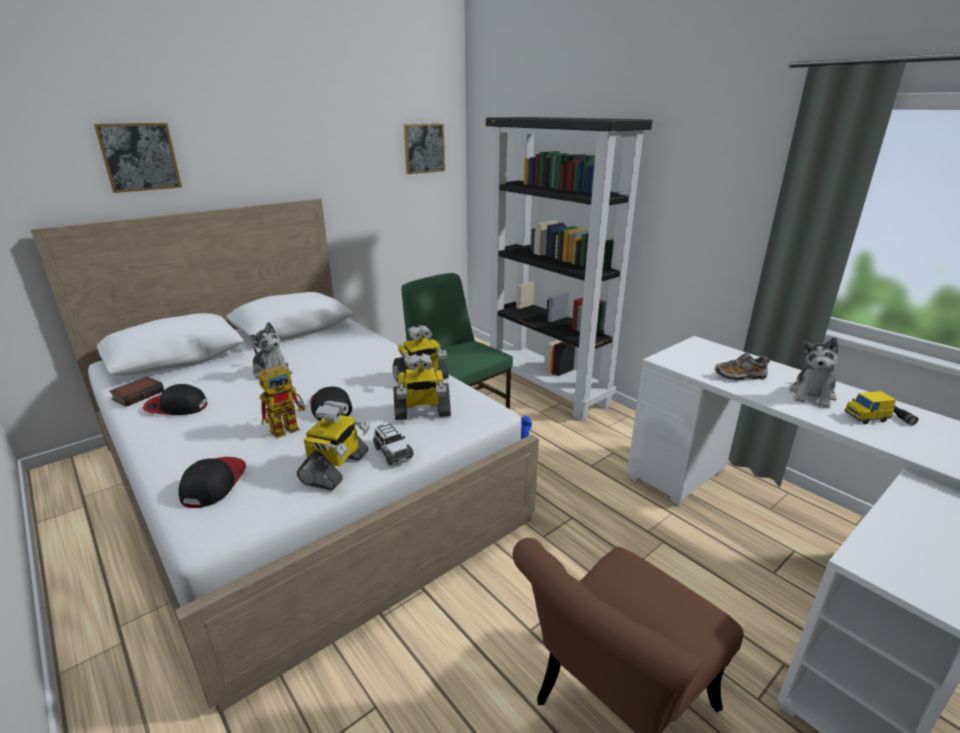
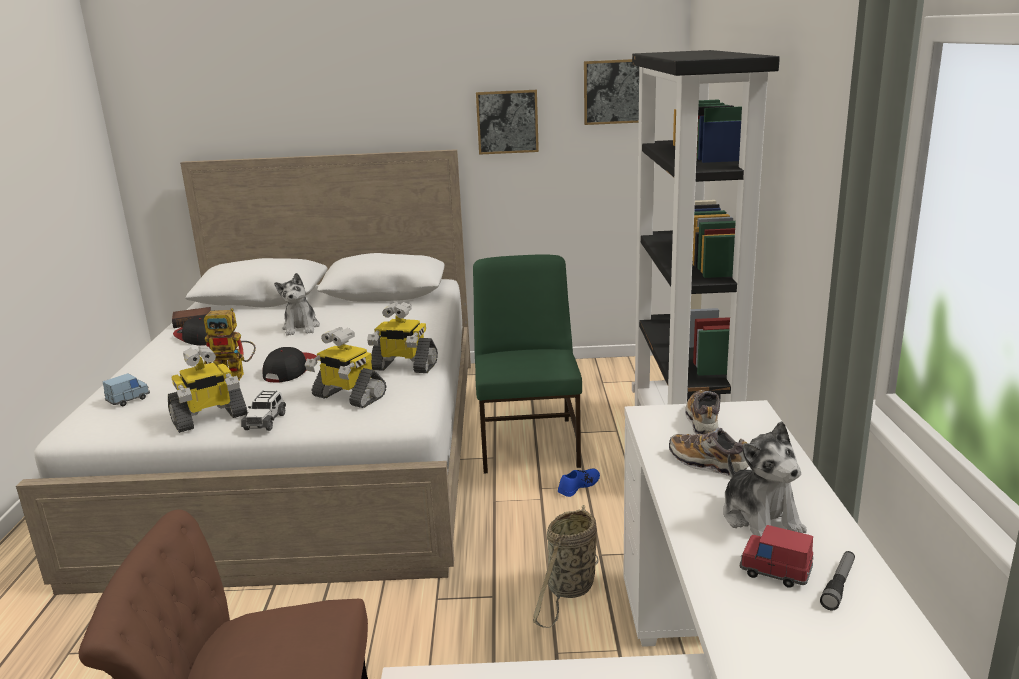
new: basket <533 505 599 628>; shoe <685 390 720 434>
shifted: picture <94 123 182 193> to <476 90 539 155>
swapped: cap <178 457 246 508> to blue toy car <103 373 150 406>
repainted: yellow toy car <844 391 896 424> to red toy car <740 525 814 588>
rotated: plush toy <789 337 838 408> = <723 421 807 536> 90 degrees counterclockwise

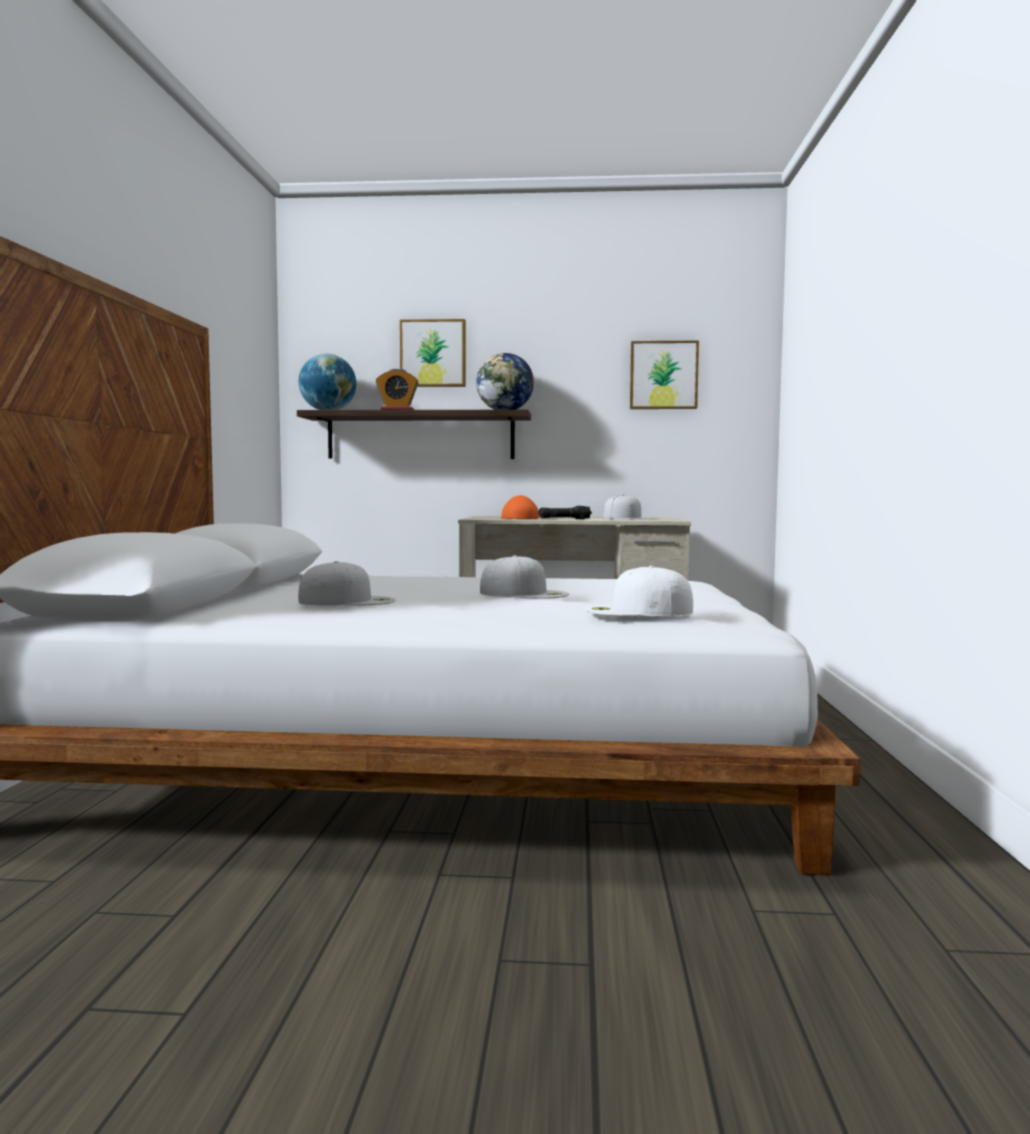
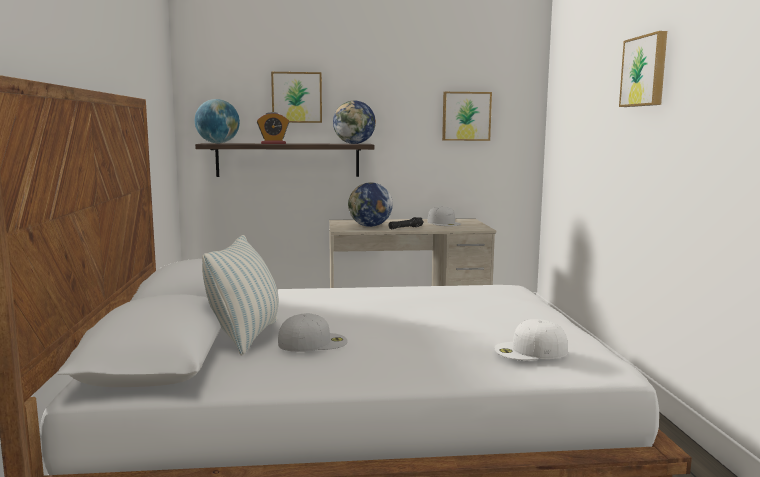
gone: white cap <480 555 569 599>
new: pillow <202 235 279 356>; picture <619 31 667 107>
swapped: orange cap <501 495 539 519> to globe <348 182 393 227>

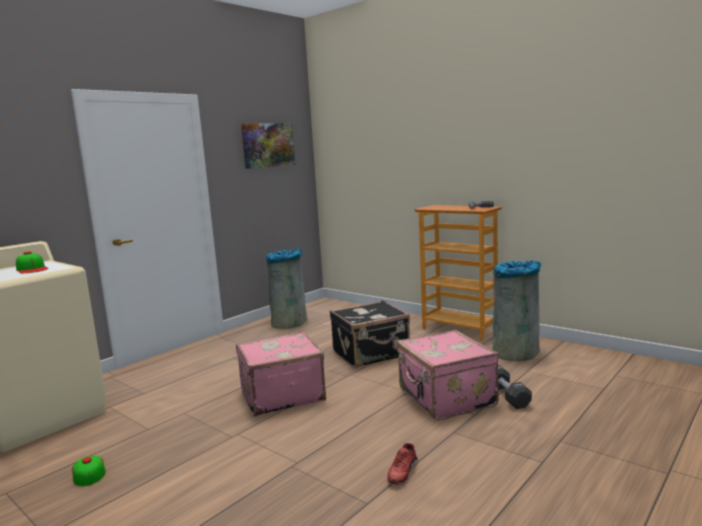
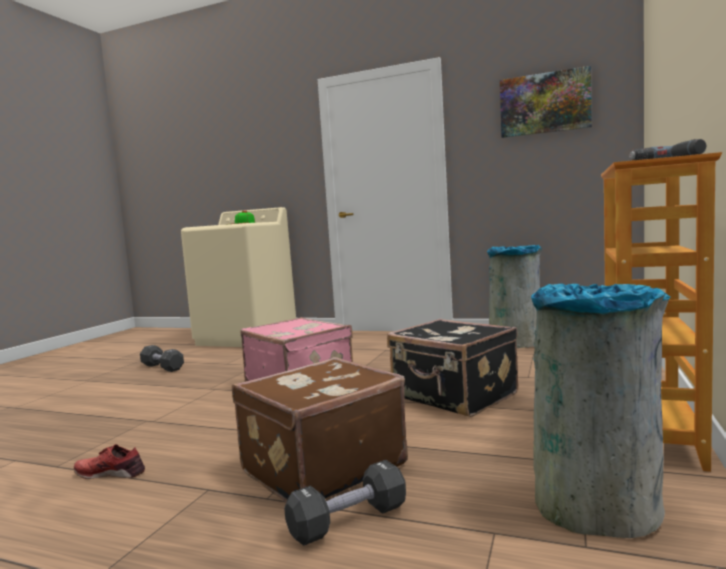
swapped: cap <72 456 106 486> to black dumbbell <140 345 184 372>
repainted: pink suitcase <397 330 499 420> to brown suitcase <232 357 408 502>

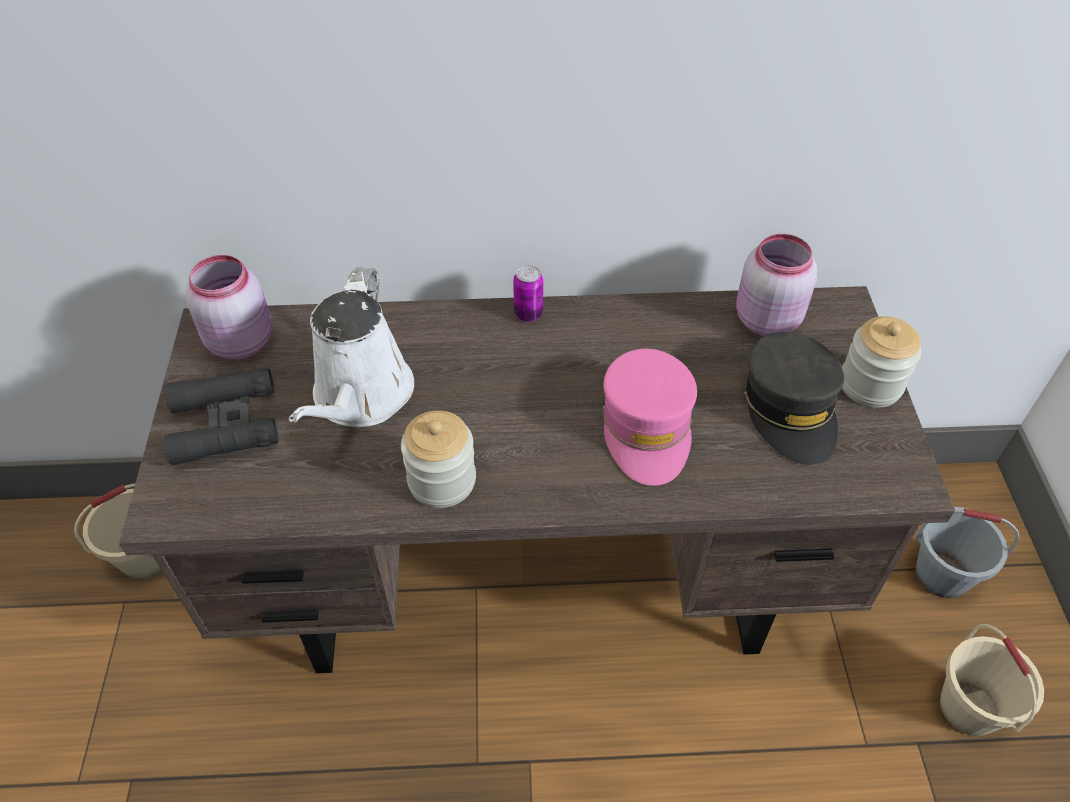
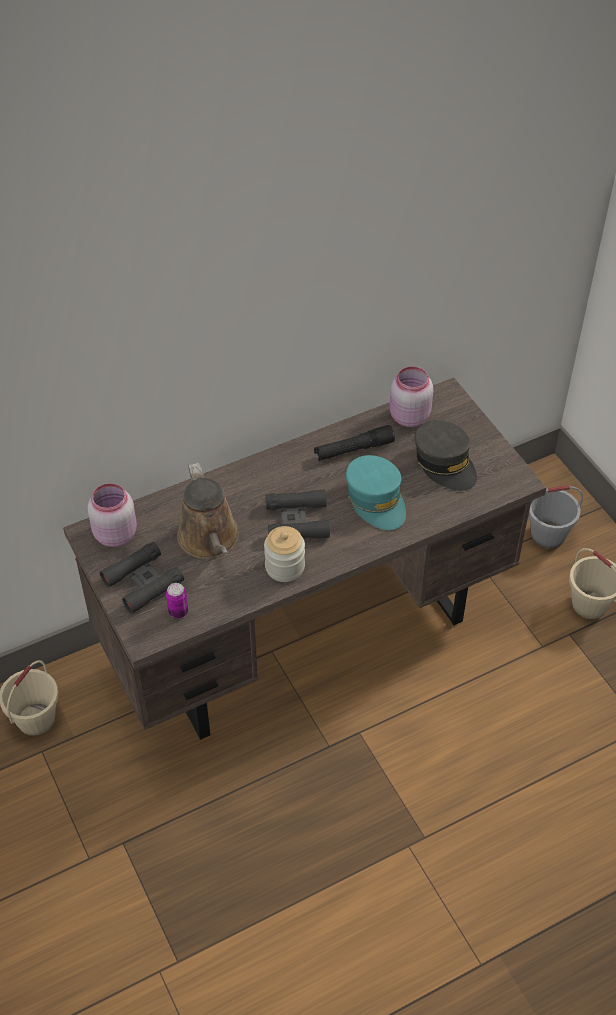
gone: jar <842 316 921 408>
new: black binoculars <266 489 330 538>; black flashlight <314 425 395 461>
shifted: can <513 265 543 322> to <166 583 188 618>
repainted: white watering can <289 267 414 427> to brown watering can <177 463 239 559>; pink cap <603 349 697 486> to turquoise cap <346 455 406 530>

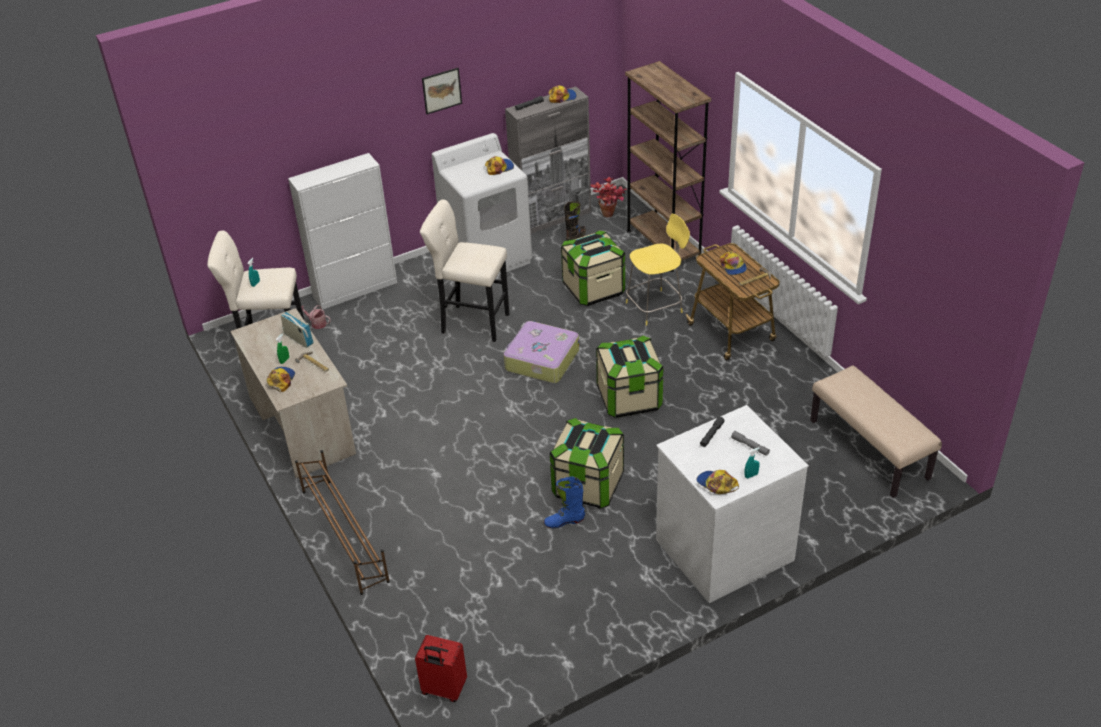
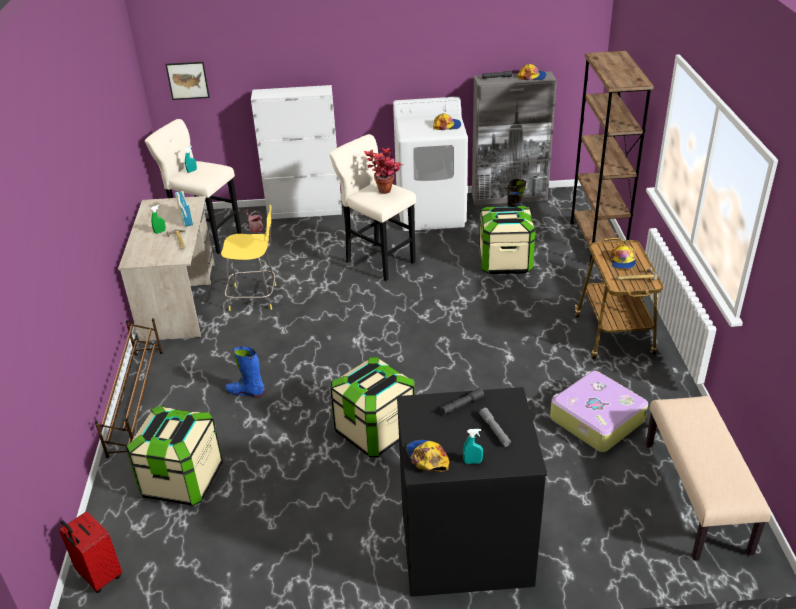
gone: cap <267 367 295 392>
shifted: picture <422 68 462 114> to <165 62 210 100>; suitcase <503 321 579 383> to <550 371 648 452>; blue boot <544 477 585 528> to <225 346 265 397>; potted plant <590 177 627 217> to <364 148 403 194>; storage box <596 336 664 418> to <126 406 223 506>; yellow stool <626 213 690 326> to <221 205 276 311>
repainted: white dresser <656 405 809 603> to black dresser <397 387 548 597>

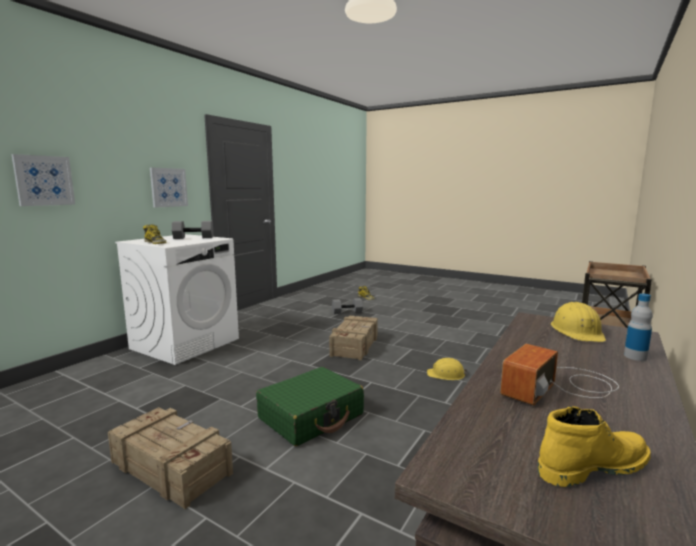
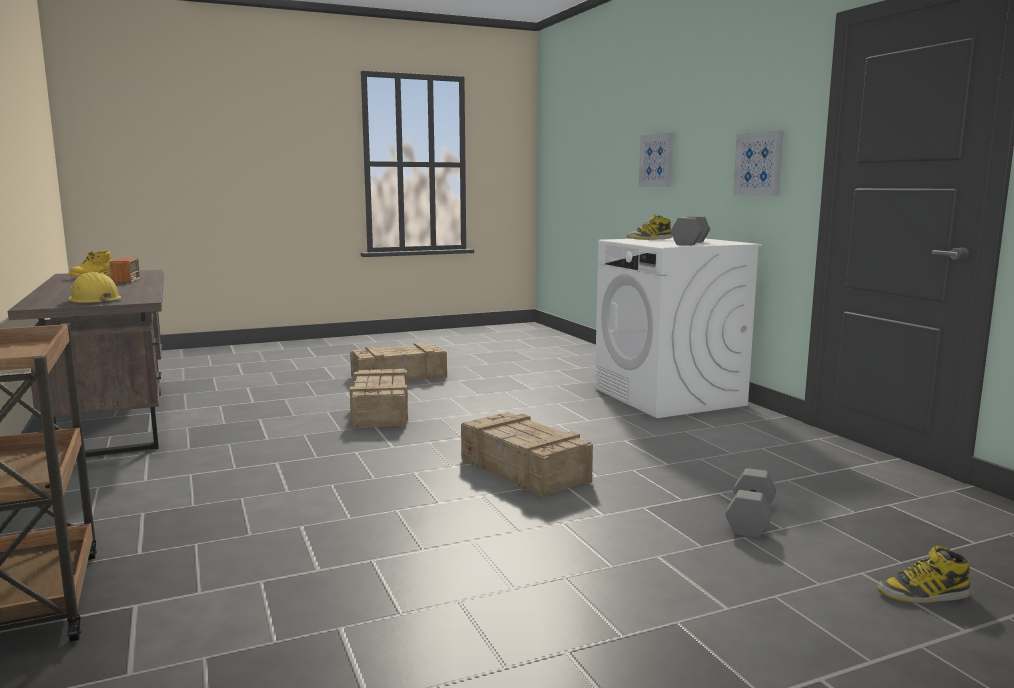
gone: yellow hard hat <427 358 467 380>; bottle <624 293 653 361>
swapped: green suitcase <256 367 364 446> to crate <350 369 408 429>

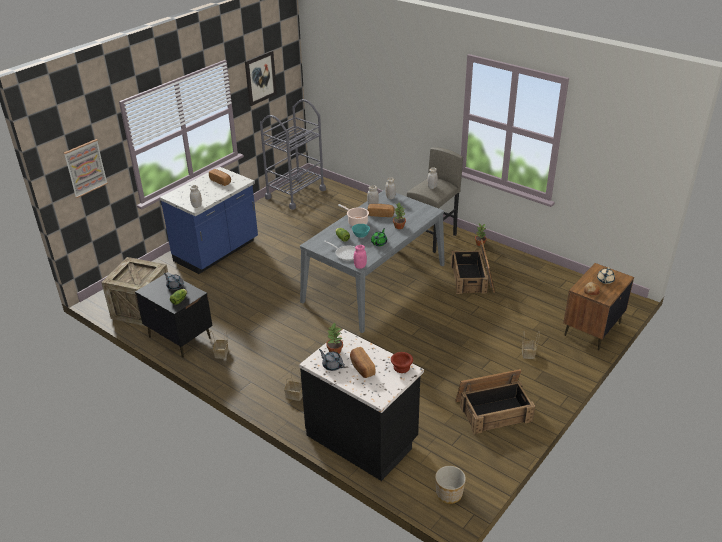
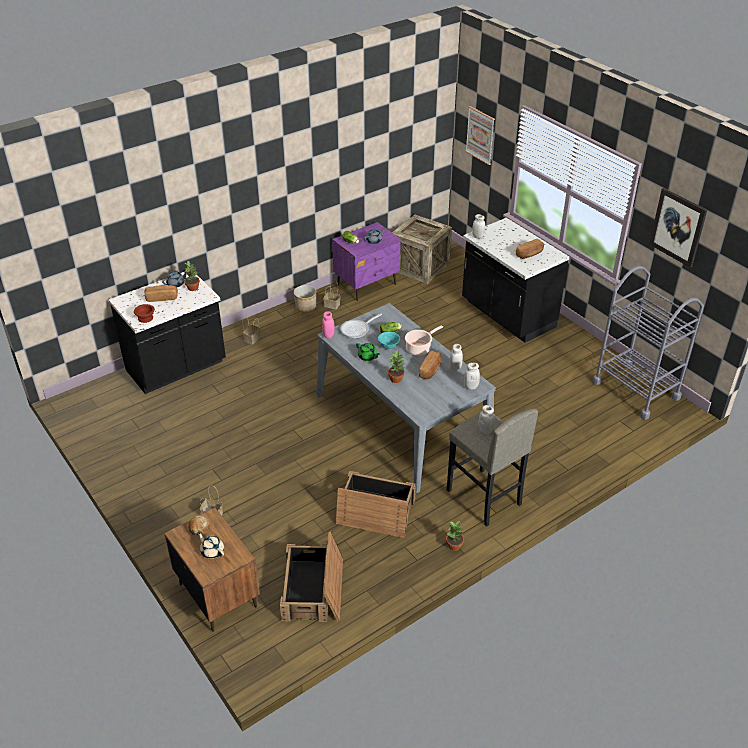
shifted: planter <435 466 466 504> to <294 285 317 313>; crate <455 369 536 434> to <280 531 343 622>
repainted: black nightstand <135 272 213 358> to purple nightstand <332 222 401 301>; blue counter <160 167 258 274> to black counter <462 218 569 343>

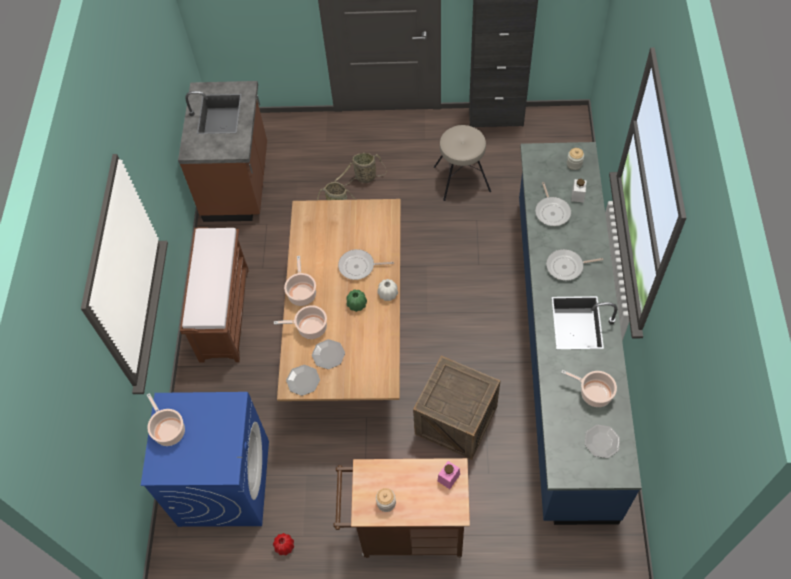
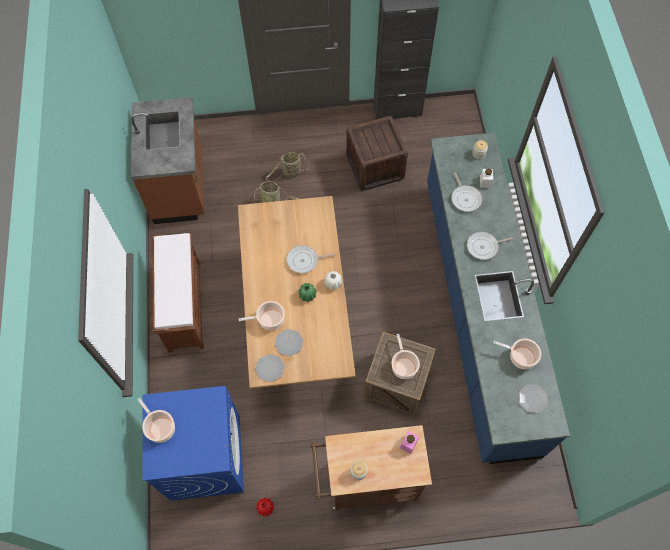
shifted: cooking pot <284 256 316 306> to <391 334 420 379>
swapped: beige stool <434 125 491 201> to crate <346 116 408 191>

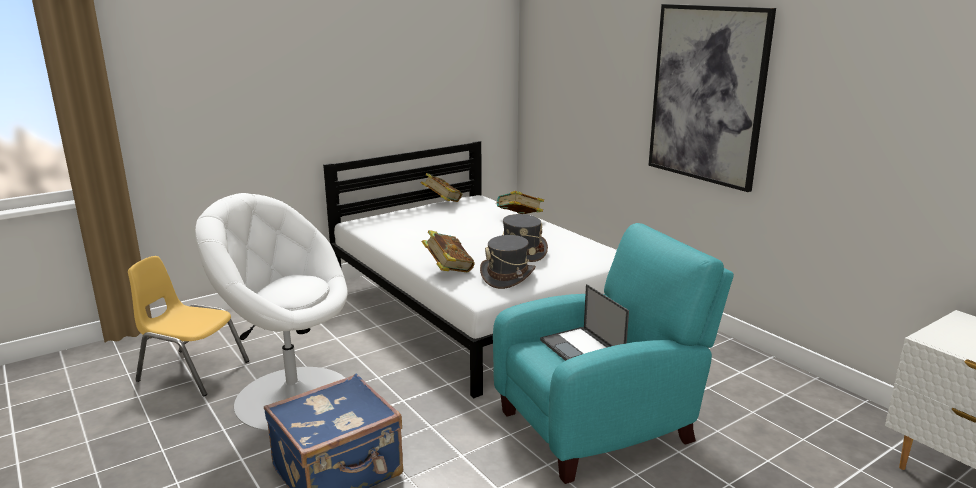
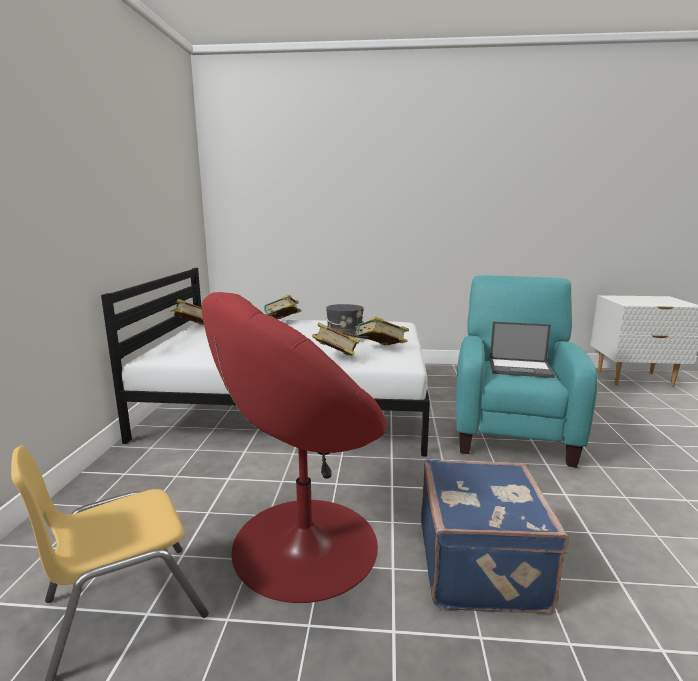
gone: picture <648 4 776 192>
swapped: grey hat <480 235 536 289> to book <355 317 409 345>
repainted: white armchair <195 193 348 431> to red armchair <202 292 387 603>

